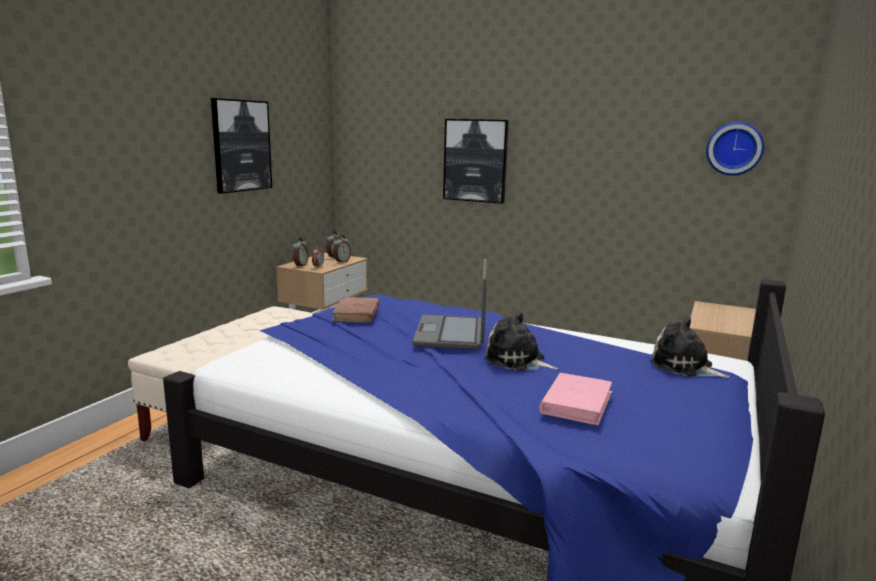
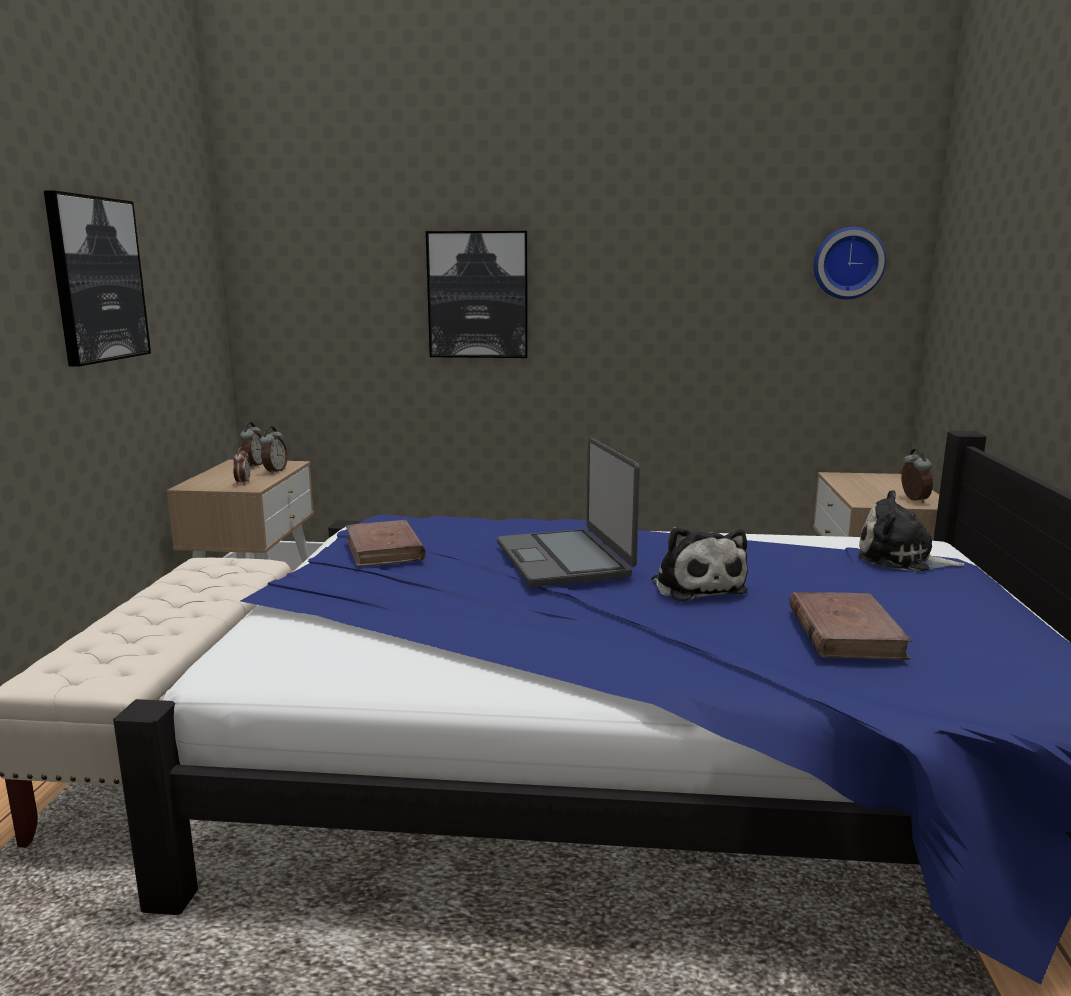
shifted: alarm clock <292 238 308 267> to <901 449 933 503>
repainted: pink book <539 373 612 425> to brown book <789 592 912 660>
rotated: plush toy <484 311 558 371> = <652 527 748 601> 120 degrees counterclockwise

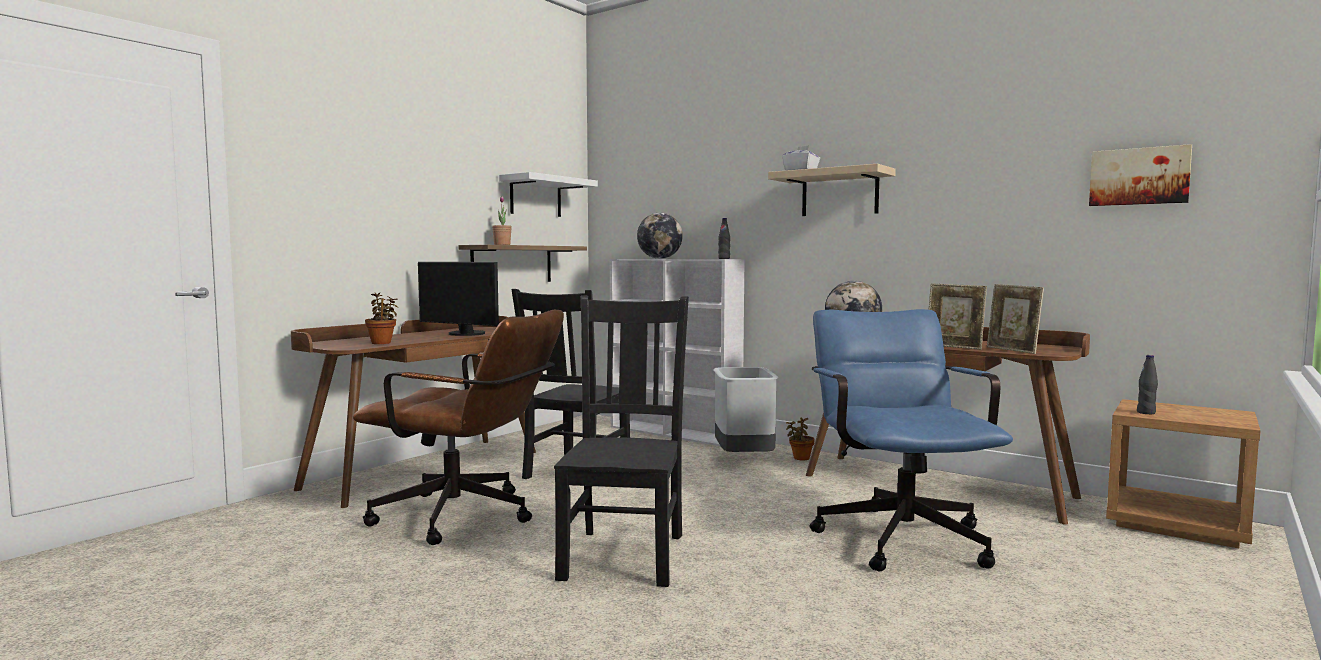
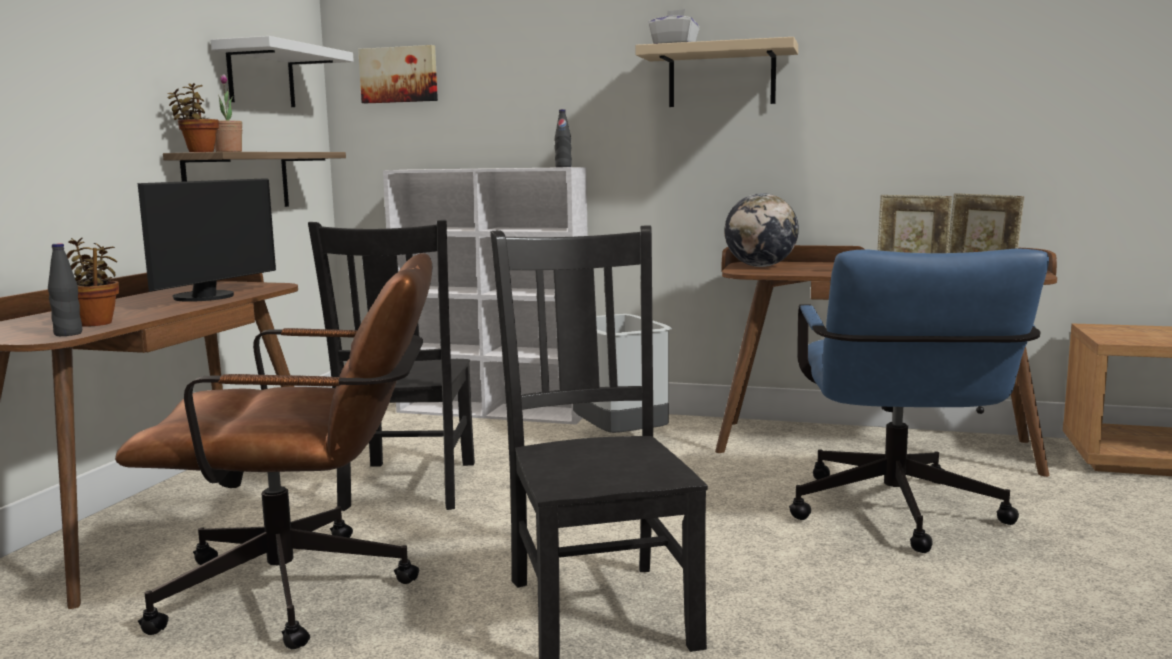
gone: globe <637 213 683 259>
shifted: potted plant <786 418 815 460> to <168 83 219 152>; picture <1089 144 1192 206> to <358 45 438 103>; black bottle <1137 355 1158 414> to <48 243 82 336>
rotated: monitor <418 262 499 336> = <138 178 276 302> 75 degrees counterclockwise; blue office chair <809 309 1013 571> = <789 248 1049 553> 150 degrees counterclockwise

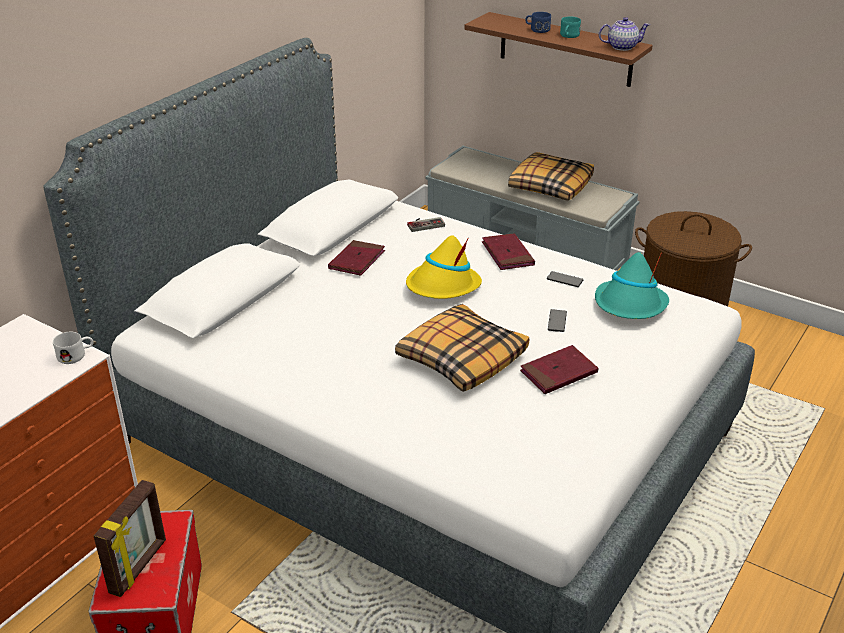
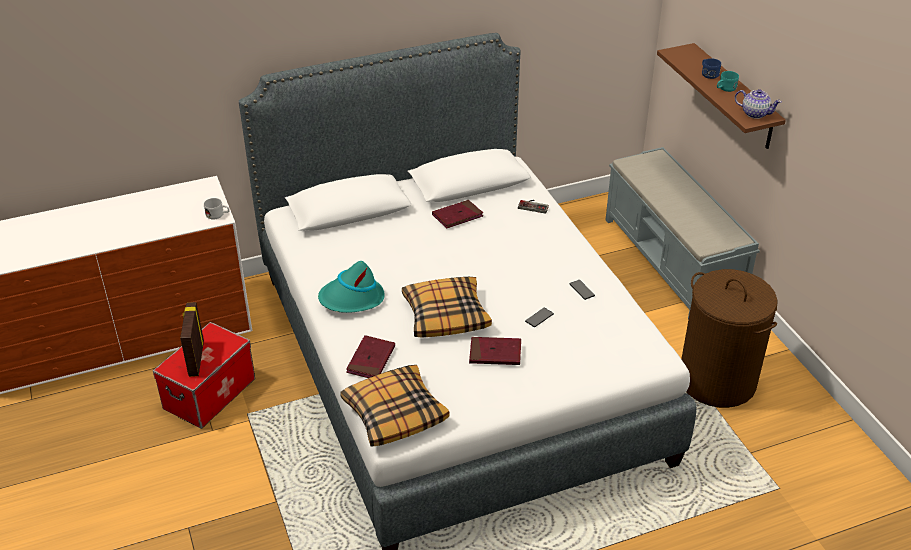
gone: yellow hat <406 235 482 299>
shifted: red book <482 233 535 270> to <346 335 395 378>; pillow <508 152 594 201> to <340 365 450 447>; turquoise hat <595 252 669 319> to <318 261 385 313>
rotated: picture frame <94 480 166 597> = <180 302 204 377> 120 degrees clockwise

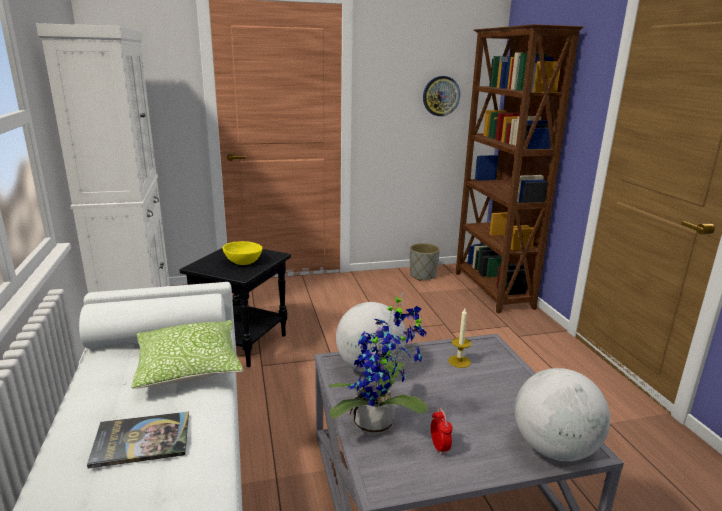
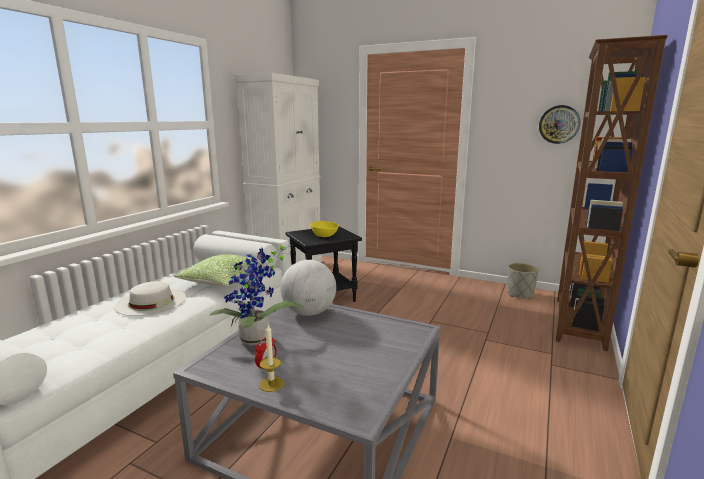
gone: globe <515 368 610 461>
shifted: candle <448 309 471 368> to <259 325 284 392>
swapped: book <87 412 189 468> to white hat <114 281 186 316>

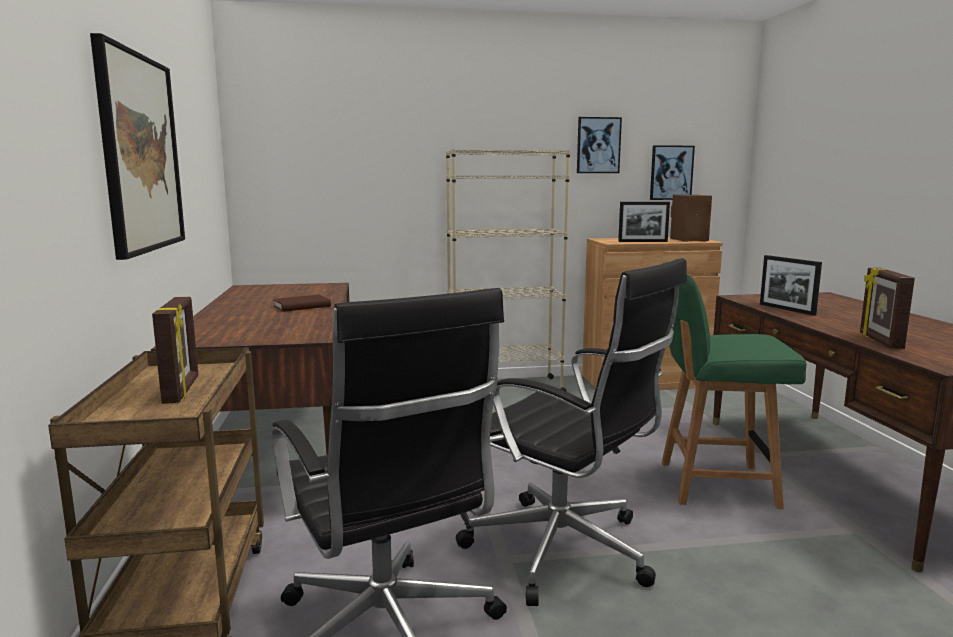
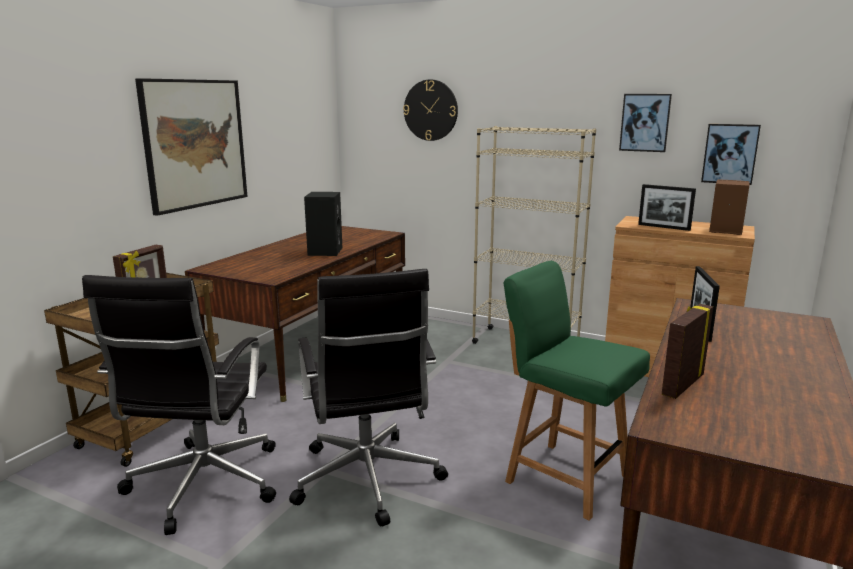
new: wall clock <403 80 458 141>
swapped: brown book <273 294 331 312> to black speaker <304 192 342 256>

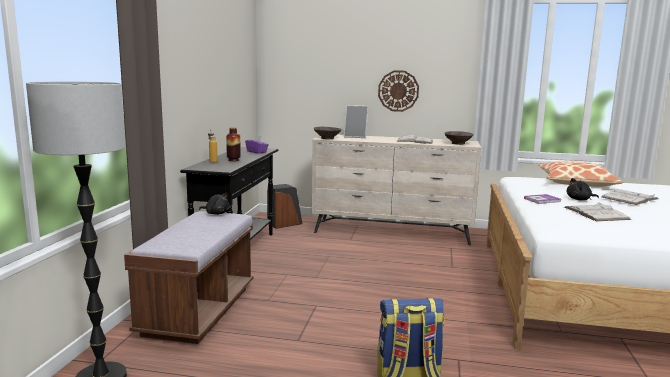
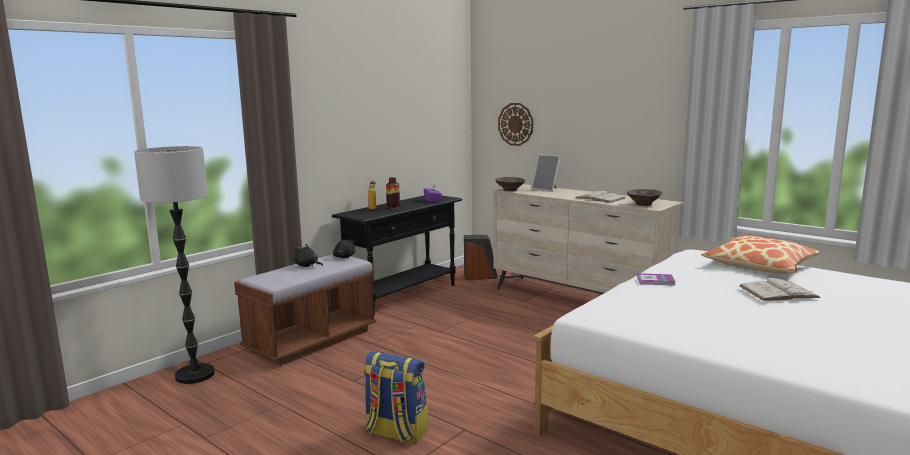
gone: white book <564 202 631 221>
shifted: wall clock <378 70 419 112> to <498 103 533 146>; black plush toy <567 178 599 200> to <294 244 323 267>

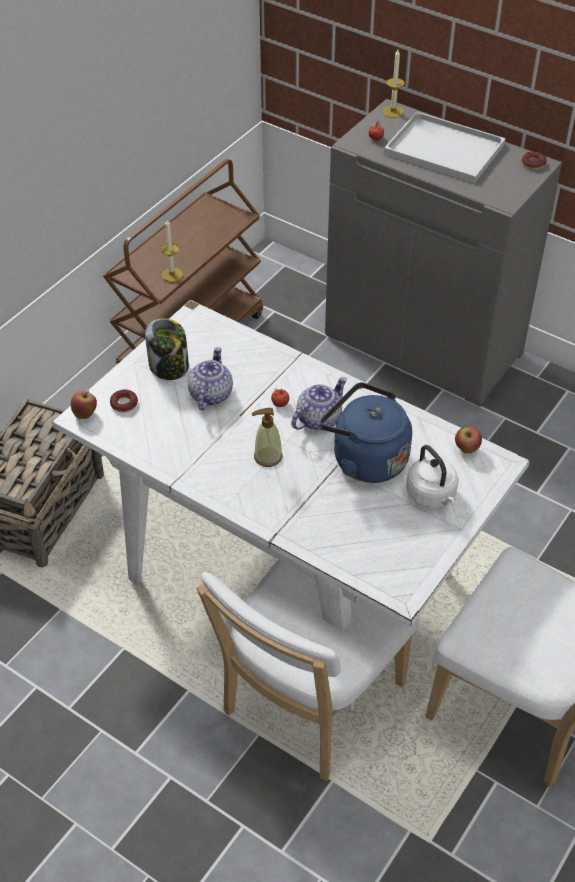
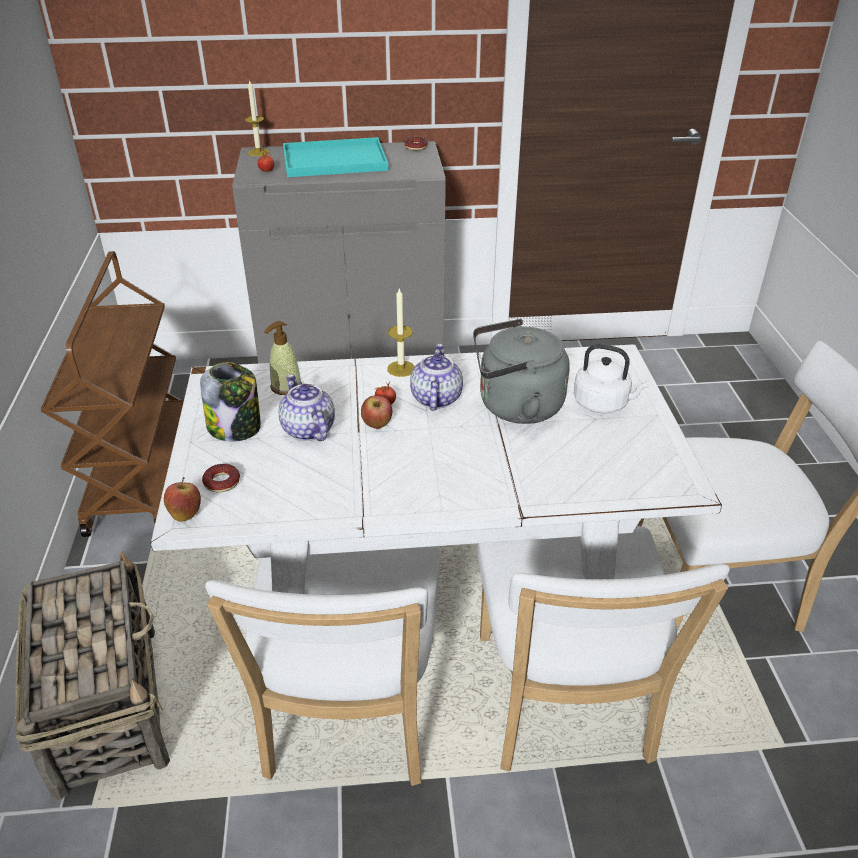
new: white chair <205 546 440 786>
shifted: candle <161 220 183 282> to <387 288 415 377>; soap dispenser <252 408 283 467> to <264 321 302 395>; apple <455 426 482 454> to <361 395 392 429>
repainted: blue kettle <320 382 412 483> to grey kettle <473 319 570 424>; white tray <384 112 506 183> to turquoise tray <283 137 388 177>

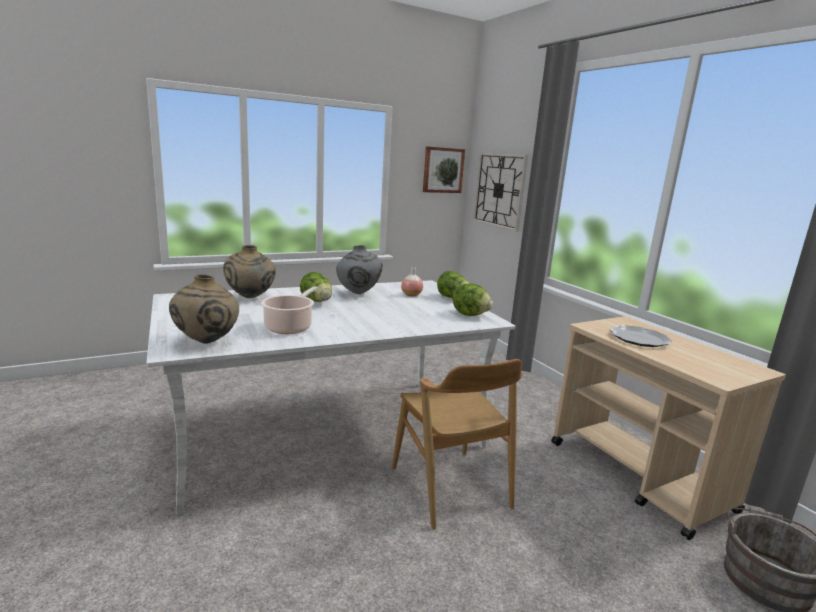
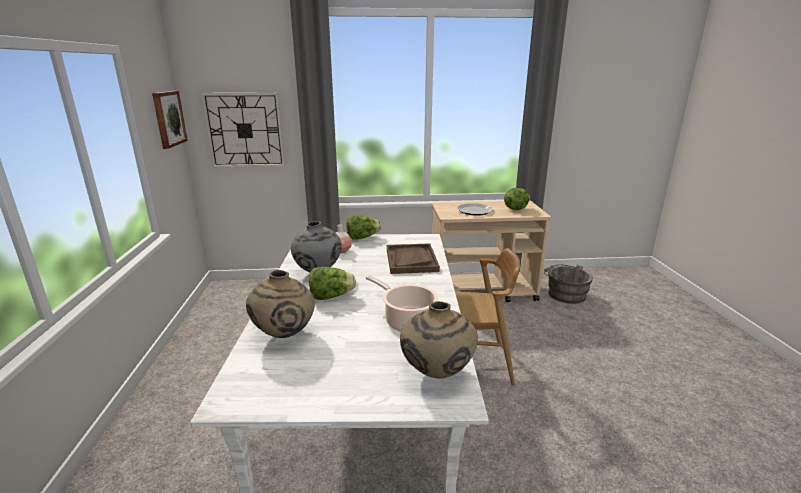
new: brown tray <387 243 440 274>
shifted: lettuce <453 283 493 316> to <504 188 530 210>

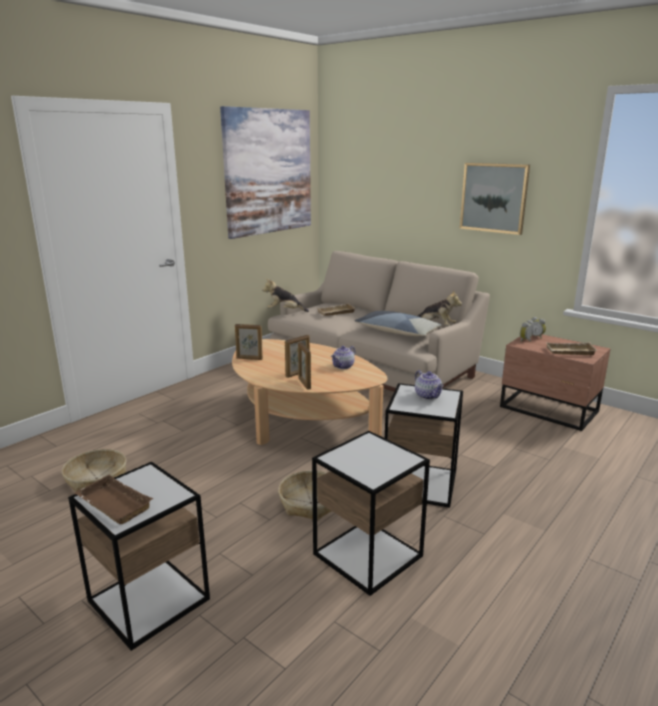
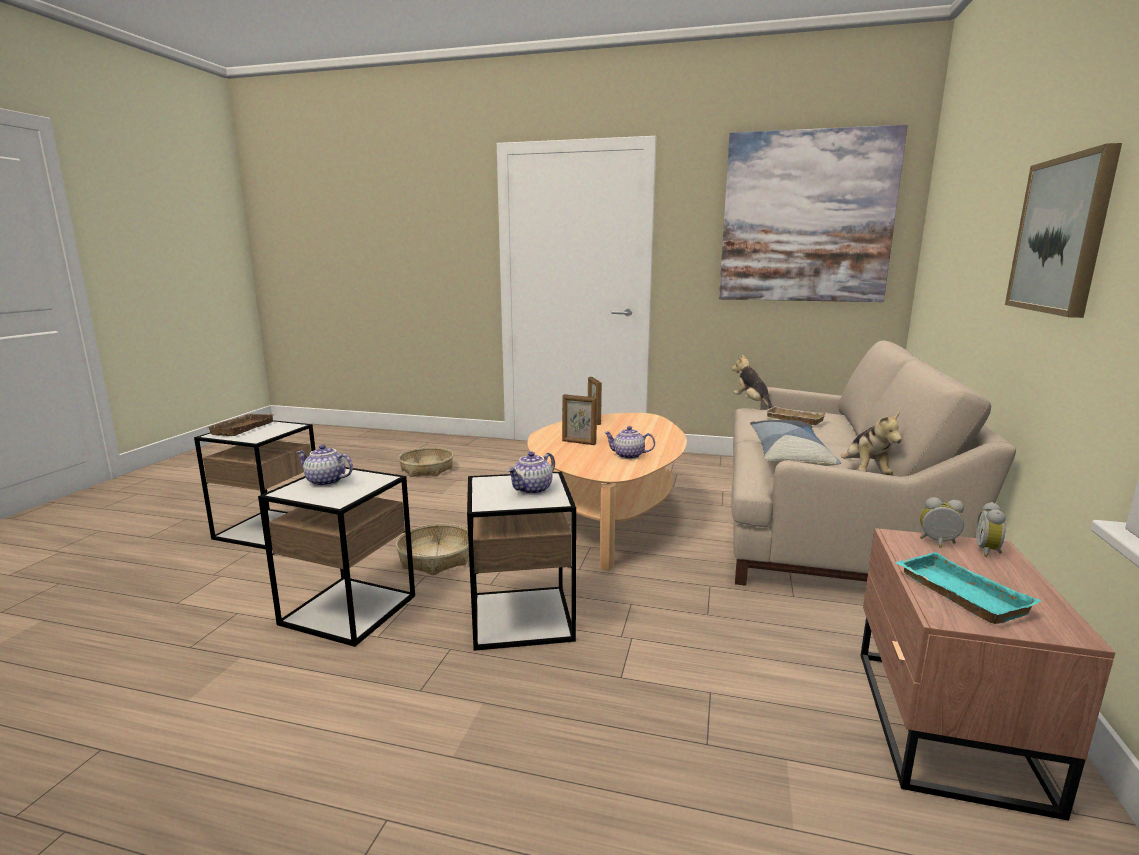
gone: picture frame <298 342 311 390>
new: teapot <296 445 353 486>
repainted: beige tray <546 342 598 355> to turquoise tray <895 552 1041 624>

